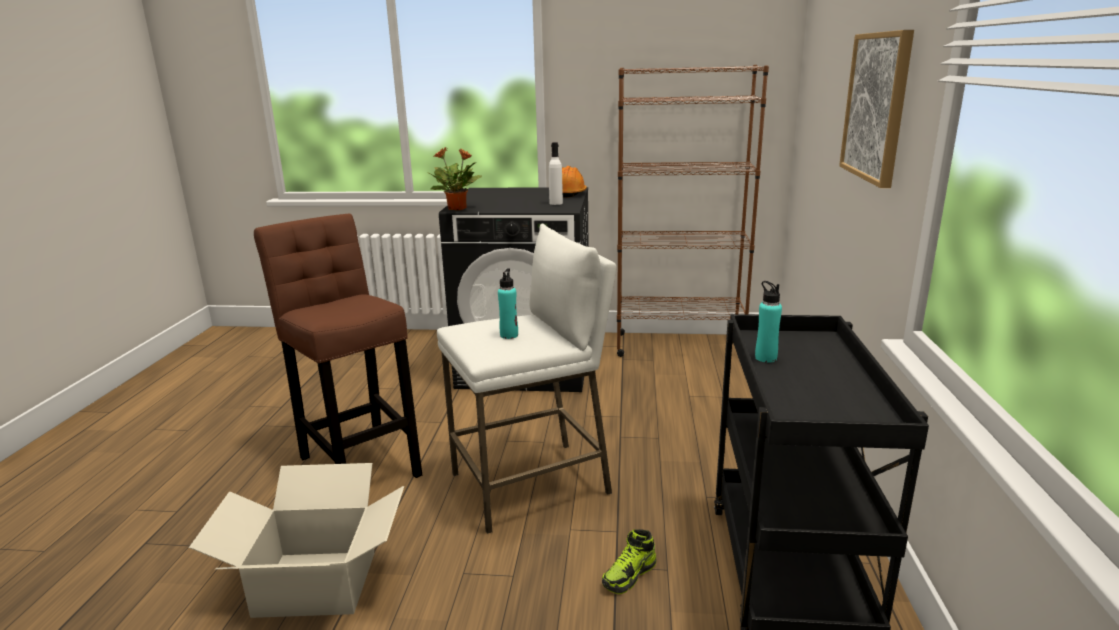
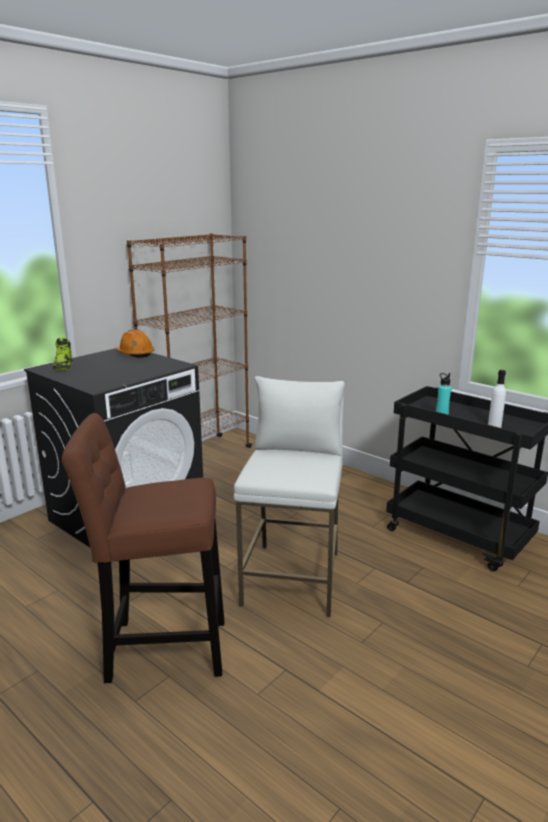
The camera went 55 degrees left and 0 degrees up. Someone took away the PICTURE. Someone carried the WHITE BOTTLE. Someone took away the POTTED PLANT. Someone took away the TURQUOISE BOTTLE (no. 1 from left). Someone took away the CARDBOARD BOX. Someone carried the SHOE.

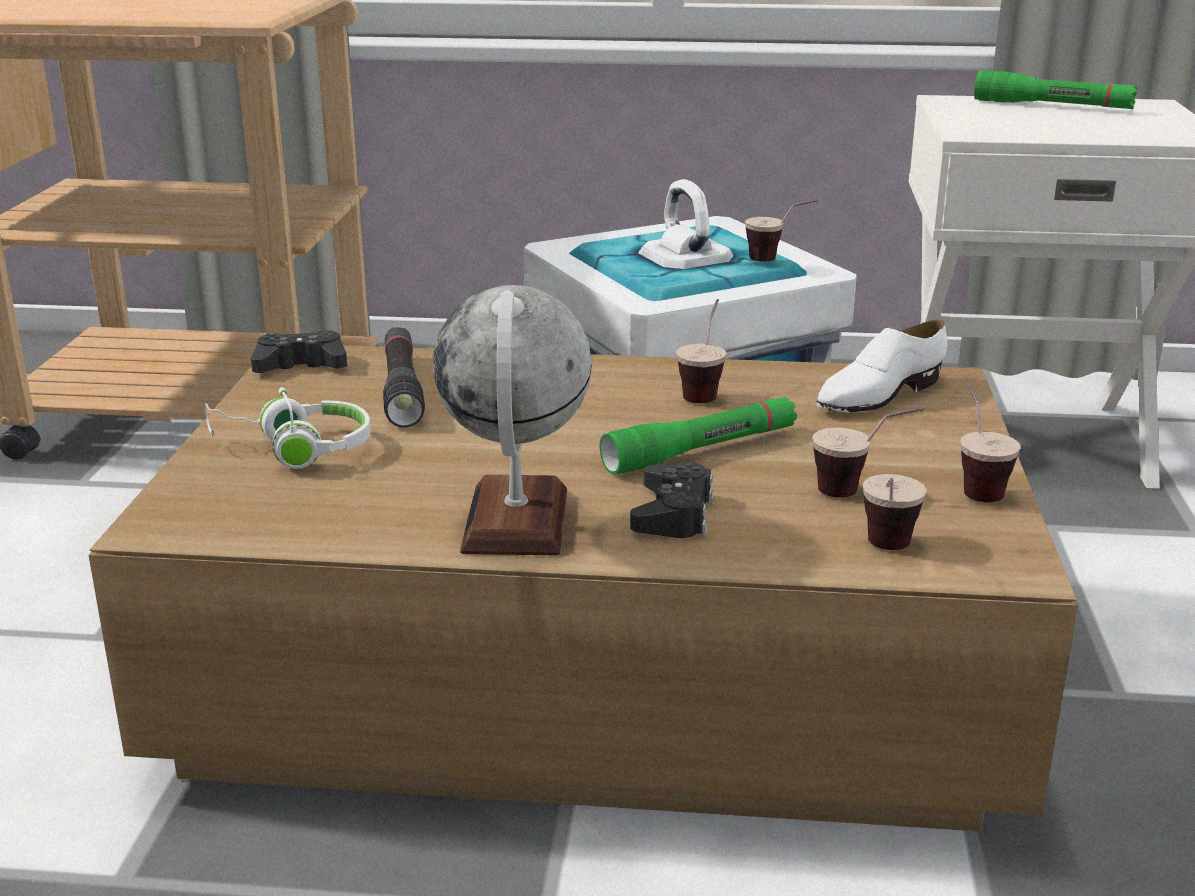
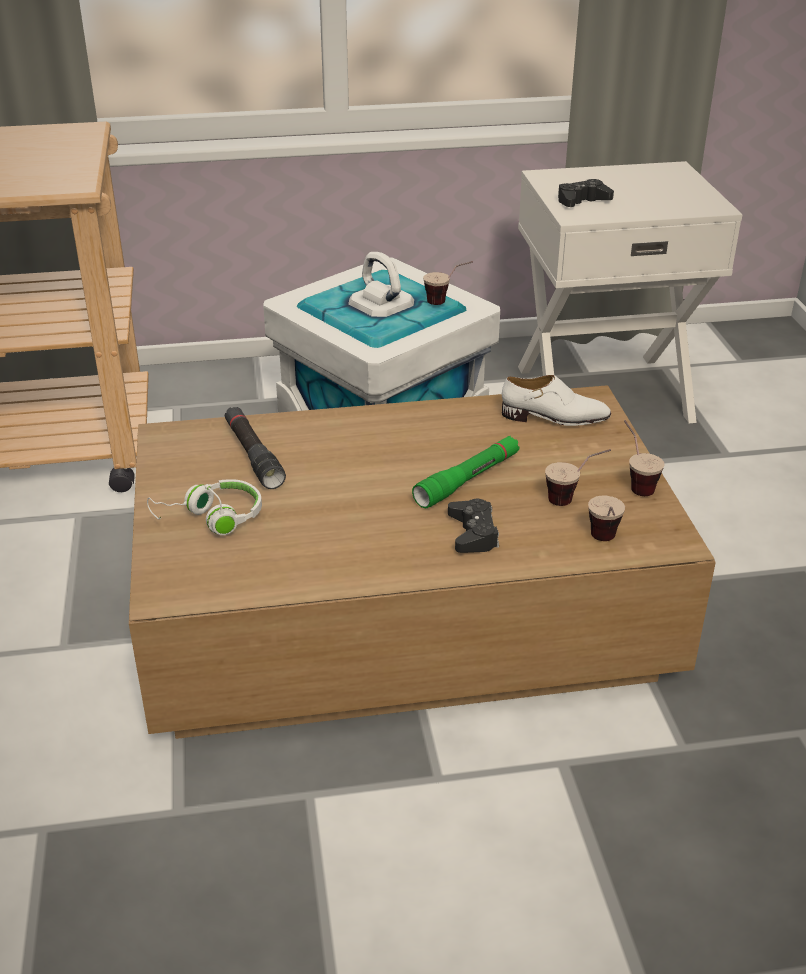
The camera went 15 degrees left and 10 degrees up. Someone took away the GREEN FLASHLIGHT (no. 2 from left). Someone took away the GLOBE. Someone took away the CUP (no. 1 from left). Someone rotated the WHITE SHOE by 120 degrees counterclockwise. Someone carried the BLACK GAME CONTROLLER (no. 1 from left in the first image).

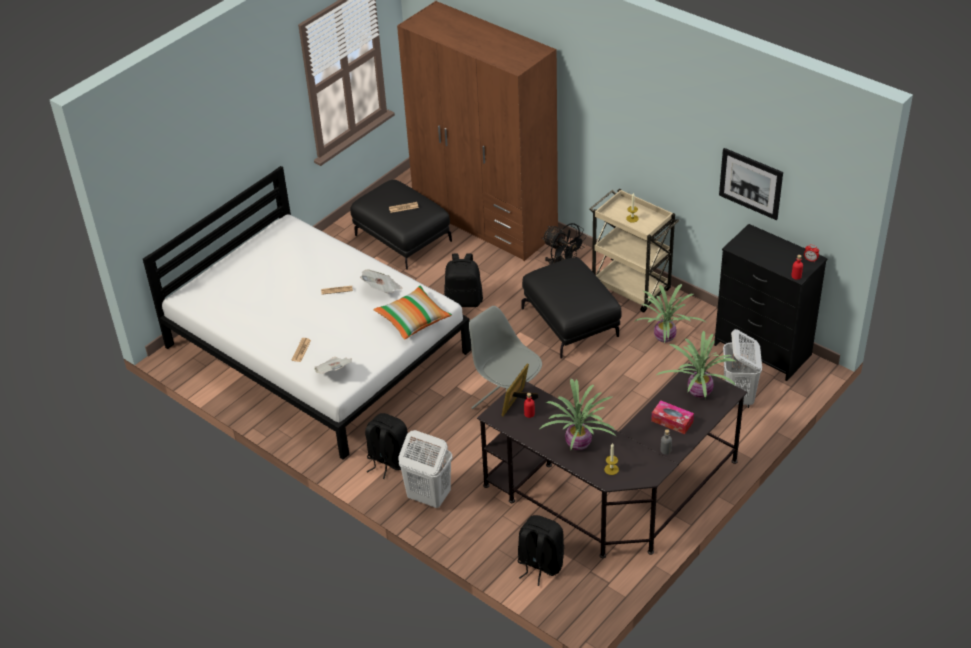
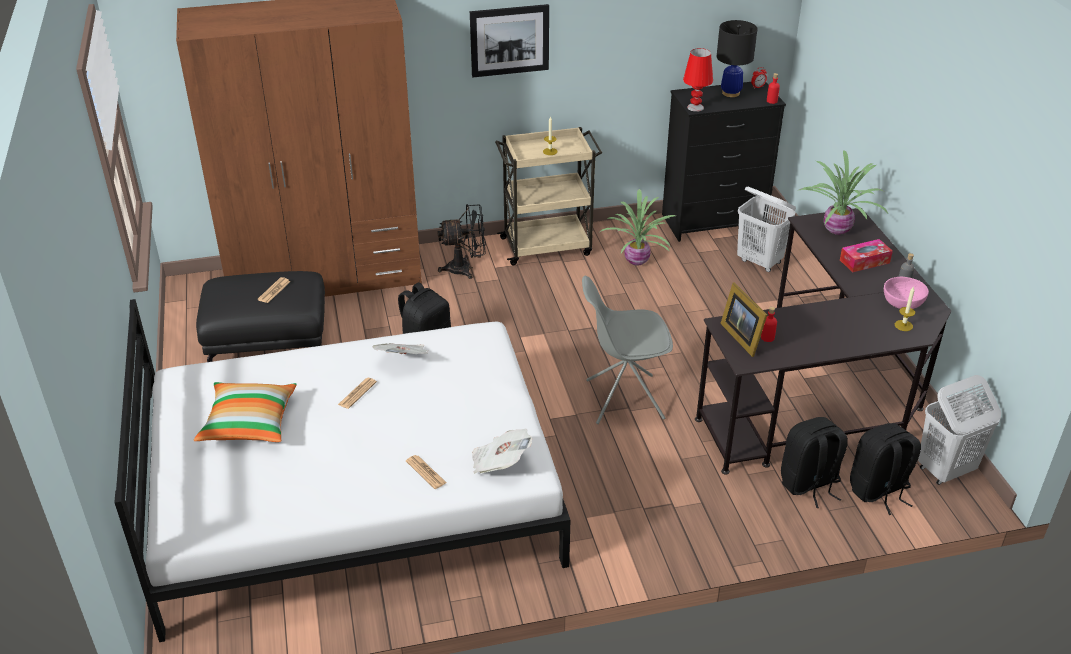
The camera went 55 degrees left and 5 degrees down. Someone carried the PICTURE. Someone took away the BLACK OTTOMAN (no. 2 from left). Someone carried the PILLOW. Someone took away the POTTED PLANT (no. 1 from left). Someone carried the BLACK BACKPACK (no. 1 from left in the first image). Someone carried the WHITE LAUNDRY BASKET (no. 1 from left in the first image). Someone put down the BLACK TABLE LAMP. Someone put down the RED TABLE LAMP. Someone put down the PINK BOWL.

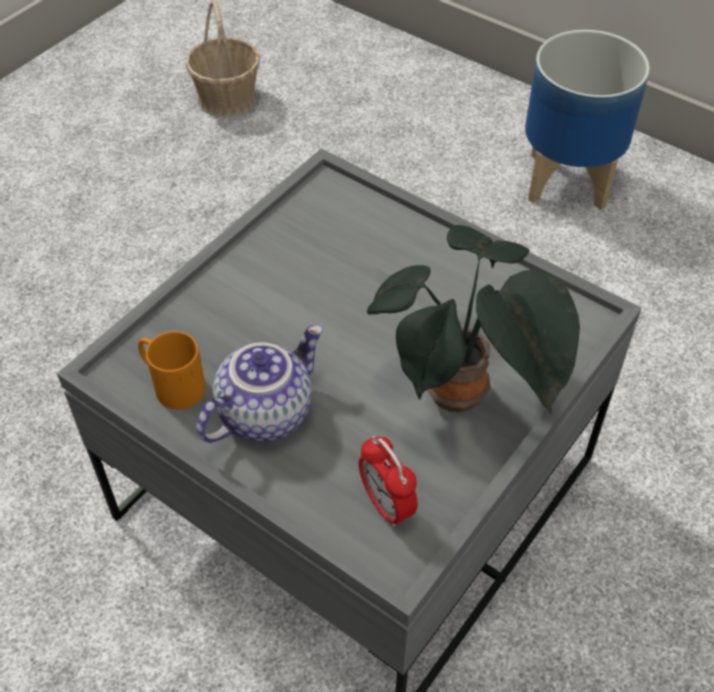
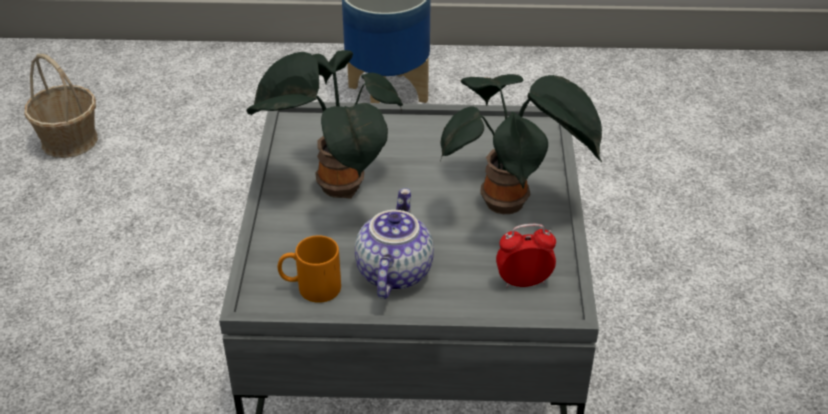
The camera went 35 degrees left and 10 degrees down. Someone rotated the ALARM CLOCK by 150 degrees clockwise. Someone put down the POTTED PLANT (no. 1 from left).

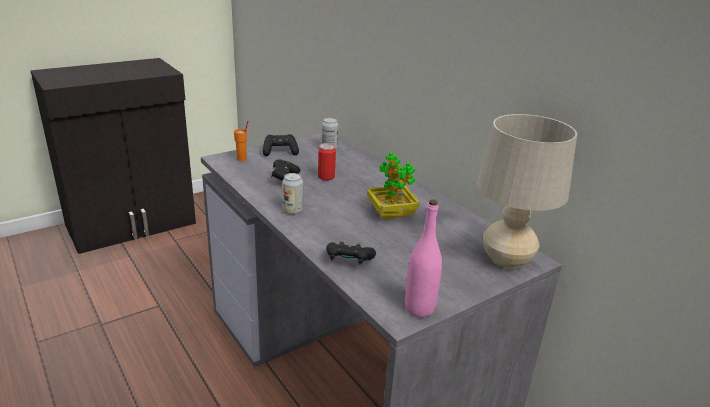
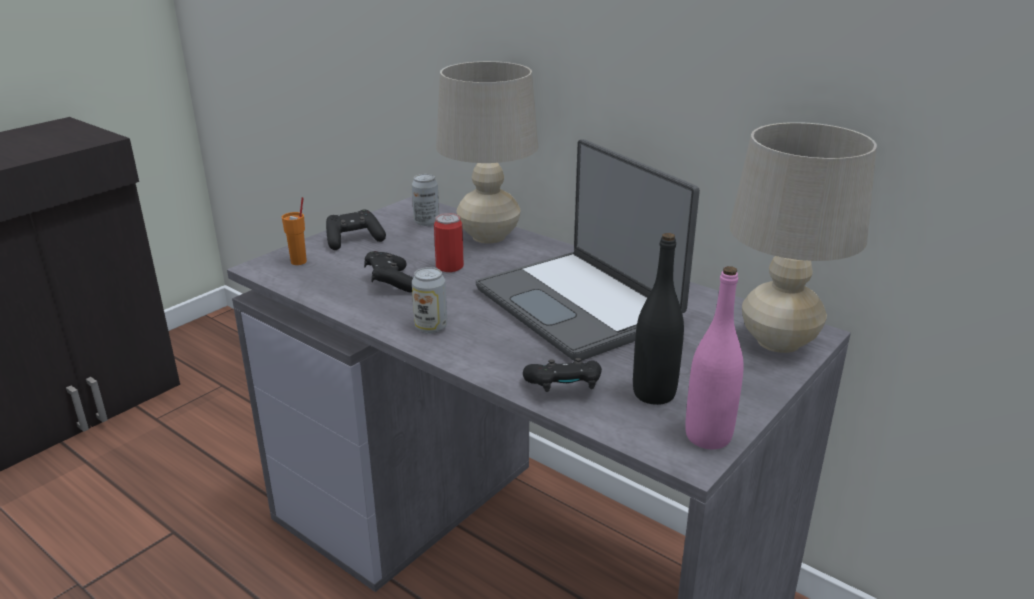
The camera went 15 degrees left and 0 degrees up. Someone swapped the POTTED PLANT for the LAPTOP. Someone put down the BEIGE TABLE LAMP (no. 1 from left). Someone put down the BLACK BOTTLE.

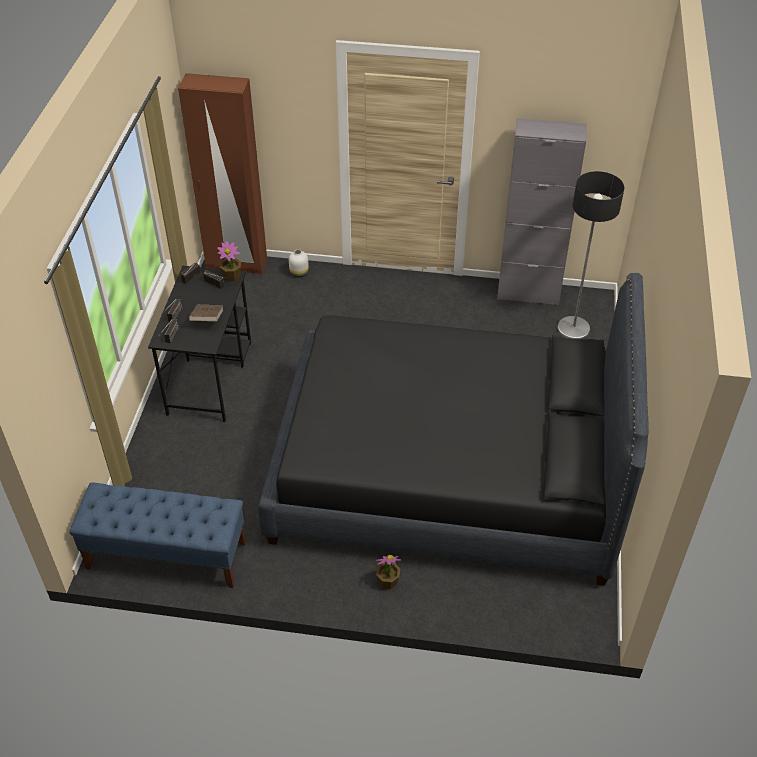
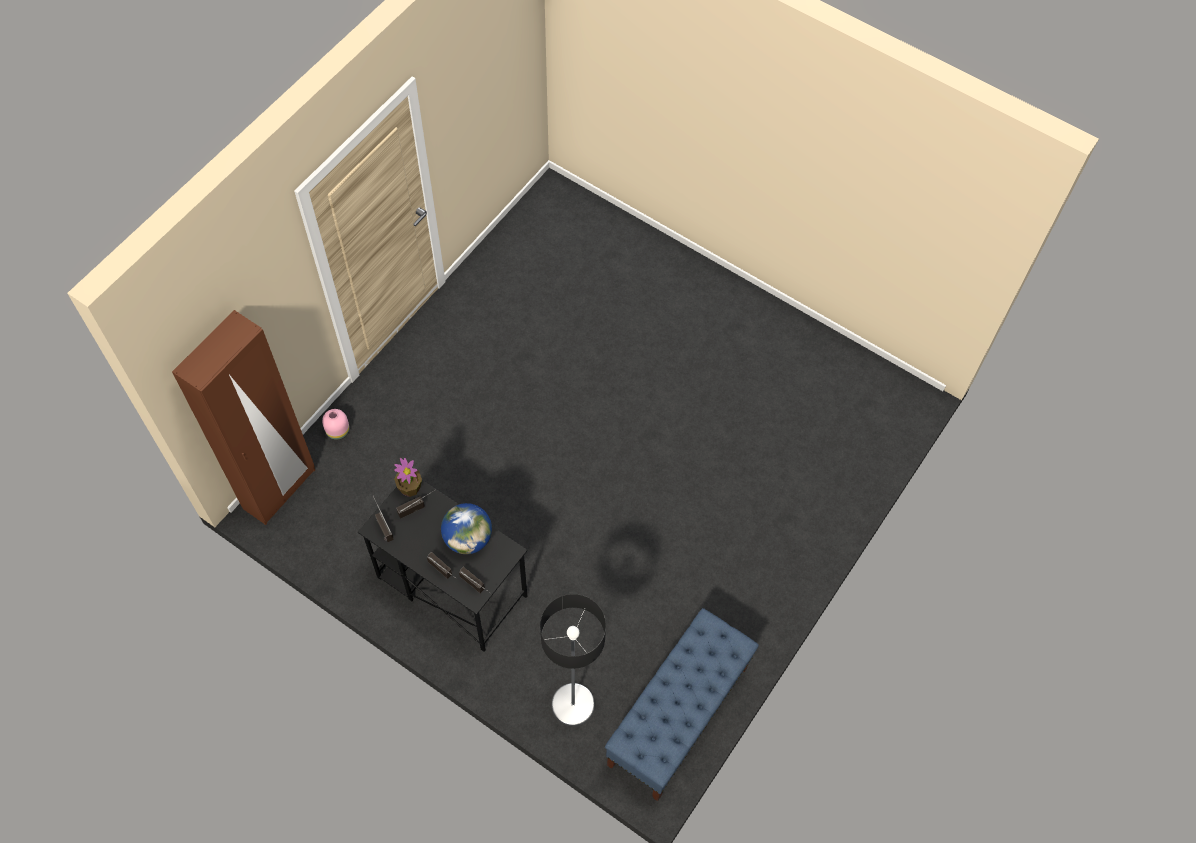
The camera went 65 degrees left and 15 degrees up. Someone took away the GREY CABINET. Someone carried the FLOOR LAMP. Someone repainted the WHITE VASE, which became the PINK VASE. Someone took away the BLACK BED. Someone swapped the BROWN BOOK for the GLOBE. Someone took away the POTTED PLANT (no. 2 from left).

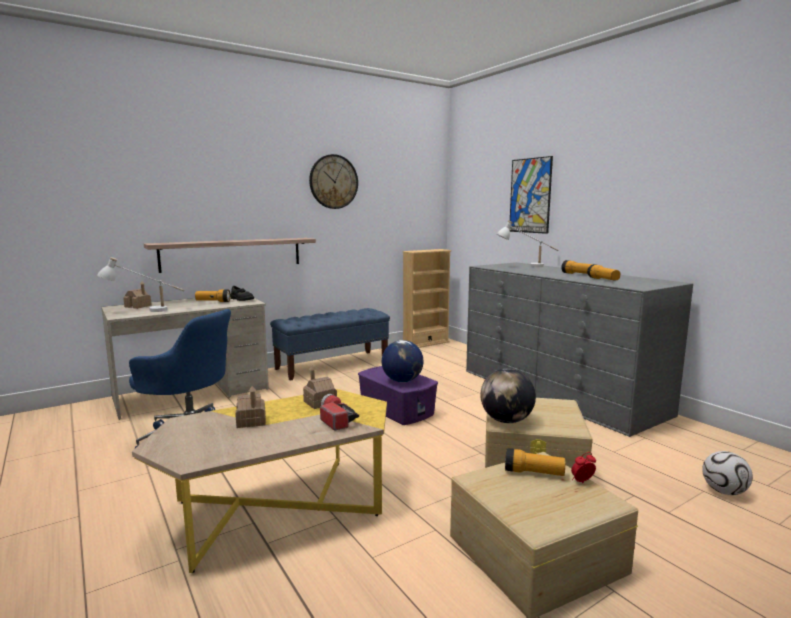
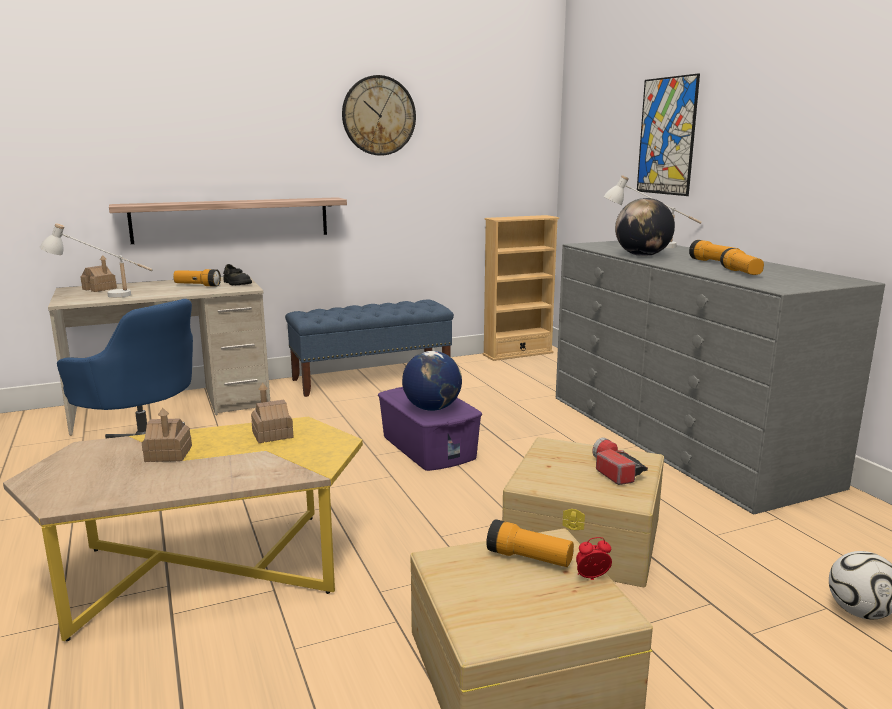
The camera went 10 degrees right and 5 degrees up. Someone carried the GLOBE (no. 2 from left). Someone carried the FLASHLIGHT (no. 2 from left in the first image).

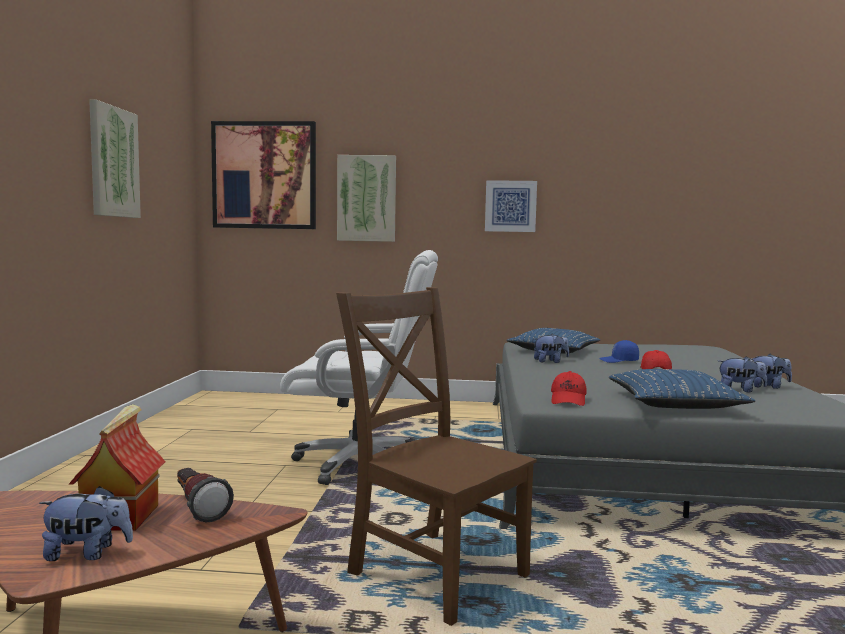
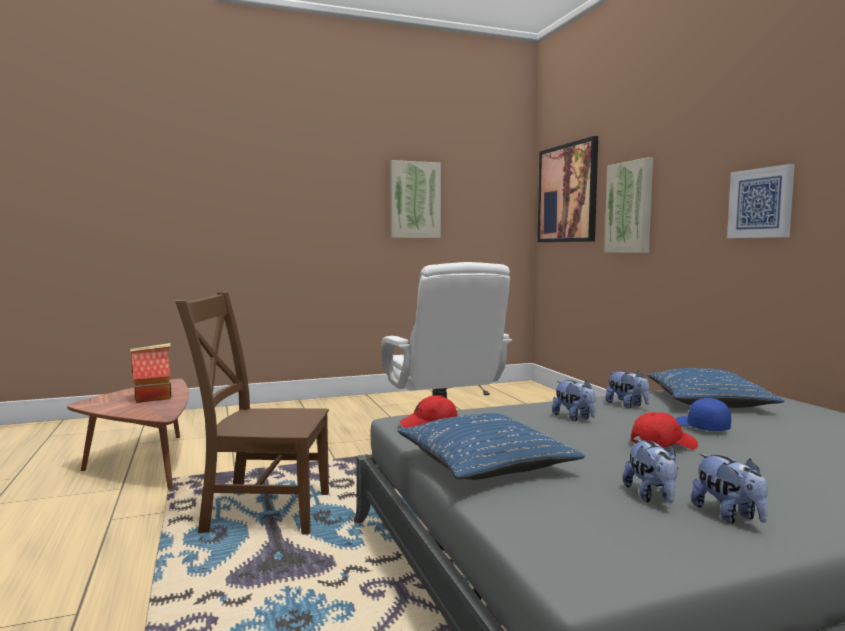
The camera went 65 degrees right and 0 degrees up. Someone rotated the BROWN CHAIR by 105 degrees counterclockwise. Someone took away the FLASHLIGHT. Someone carried the PLUSH TOY (no. 1 from left).

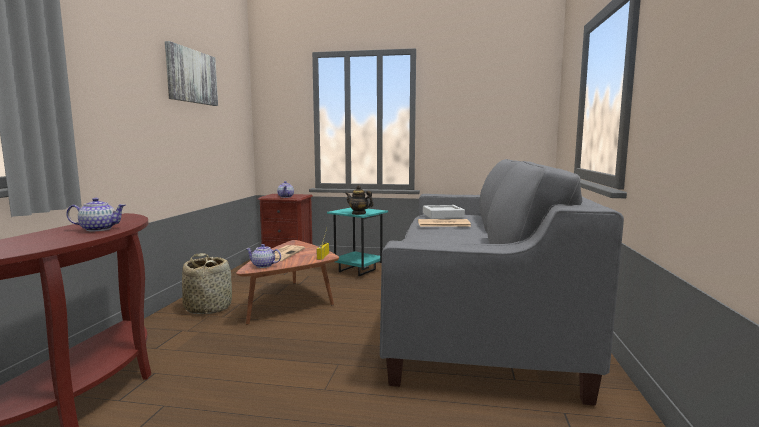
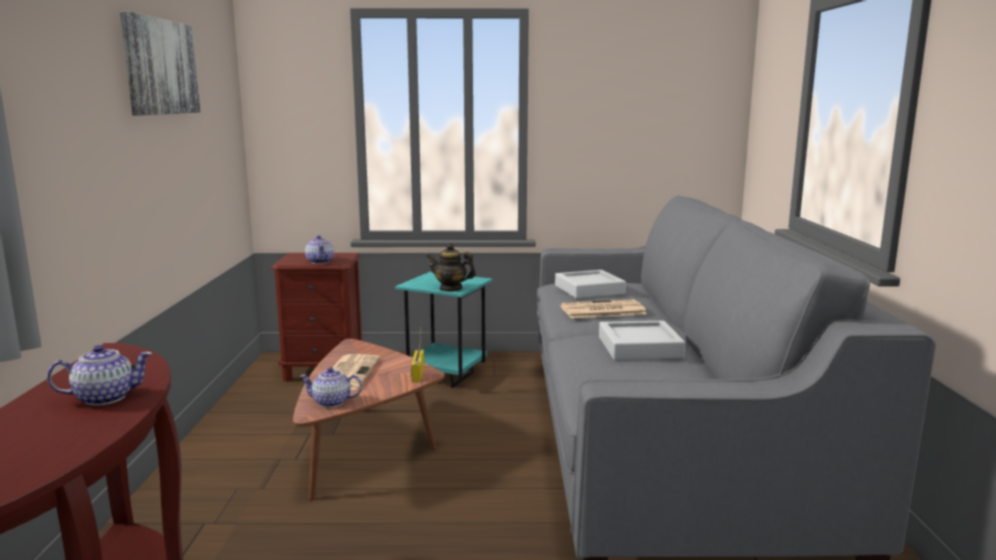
The camera went 10 degrees left and 5 degrees up. Someone took away the BASKET. Someone put down the GREY TRAY (no. 2 from left).

